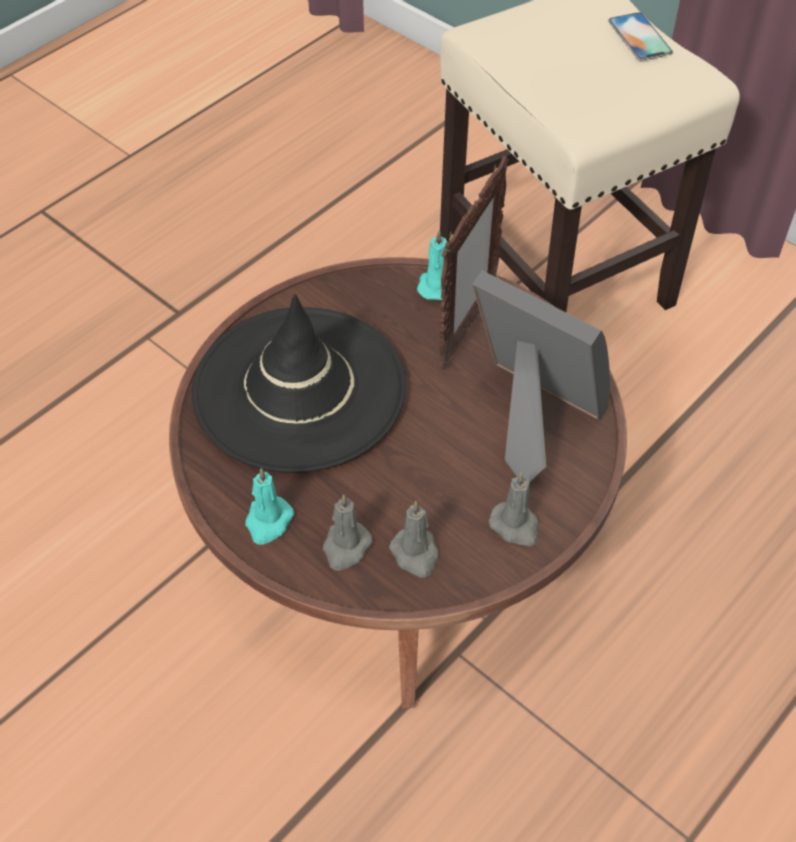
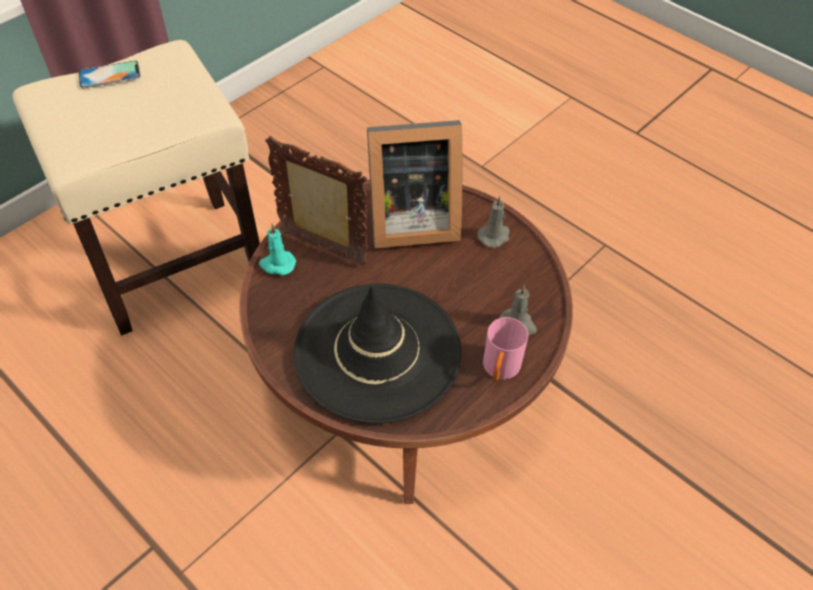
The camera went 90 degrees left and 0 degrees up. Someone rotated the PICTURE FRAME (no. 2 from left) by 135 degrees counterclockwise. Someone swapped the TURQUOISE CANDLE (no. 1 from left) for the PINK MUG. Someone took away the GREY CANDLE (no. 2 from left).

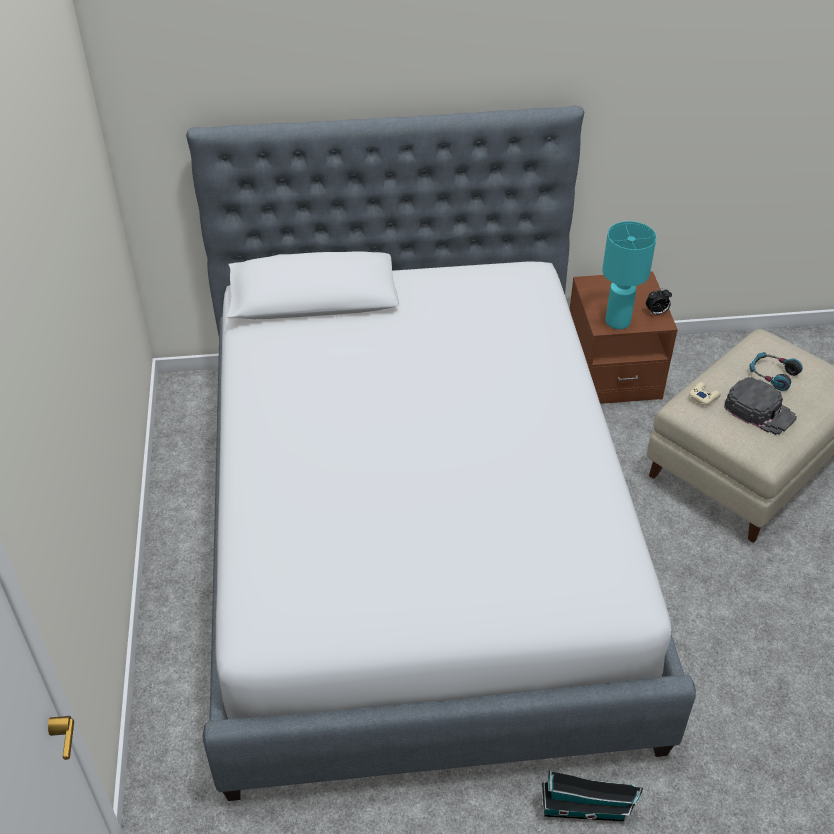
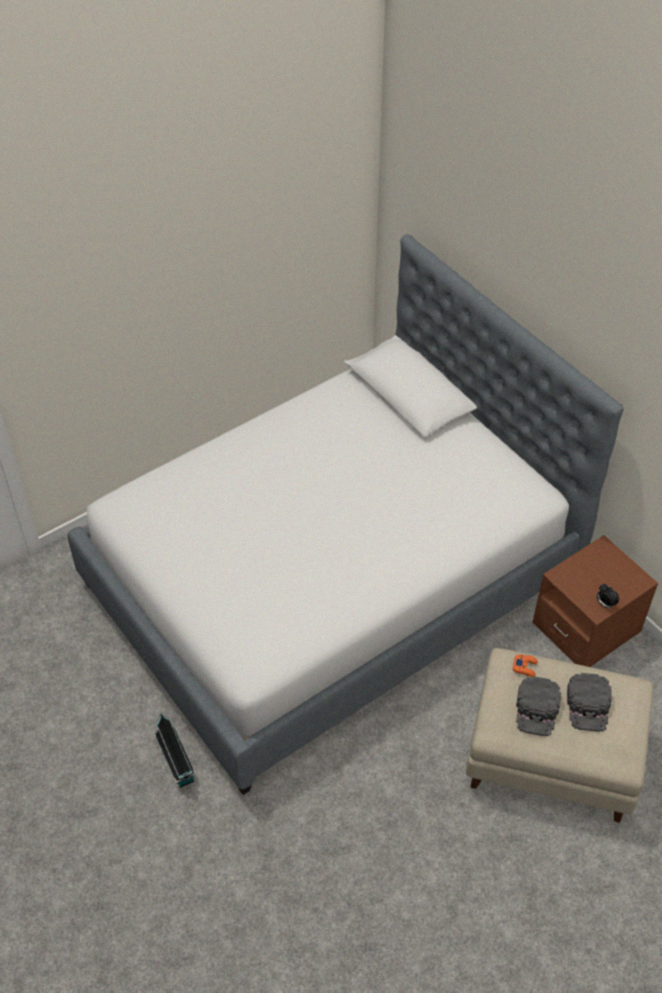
The camera went 60 degrees right and 5 degrees up. Someone took away the TURQUOISE TABLE LAMP. Someone swapped the HEADPHONES for the BLACK CAP (no. 2 from left). Someone repainted the BEIGE GAME CONTROLLER, which became the ORANGE GAME CONTROLLER.

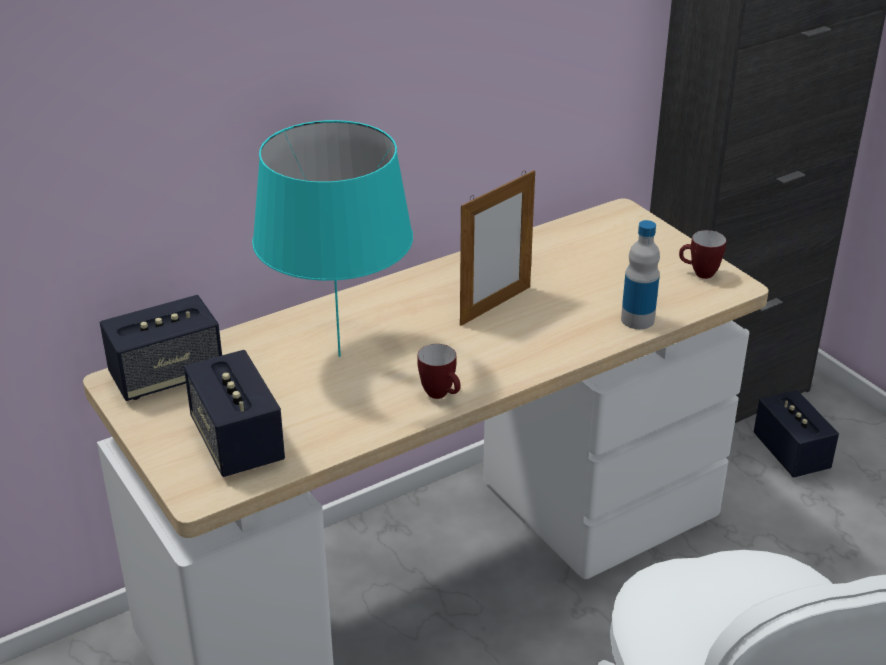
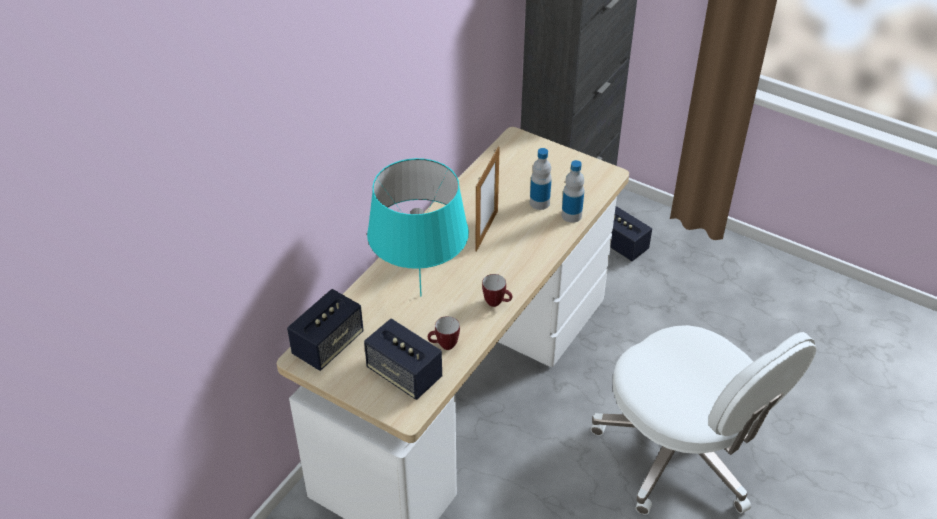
The camera went 25 degrees left and 10 degrees up. Someone carried the MUG (no. 2 from left in the first image). Someone put down the BOTTLE (no. 1 from left).

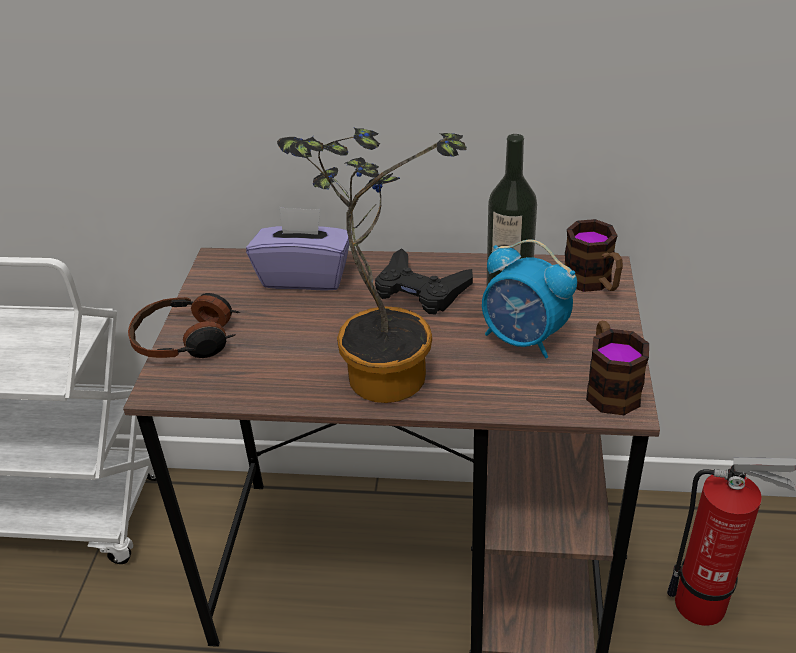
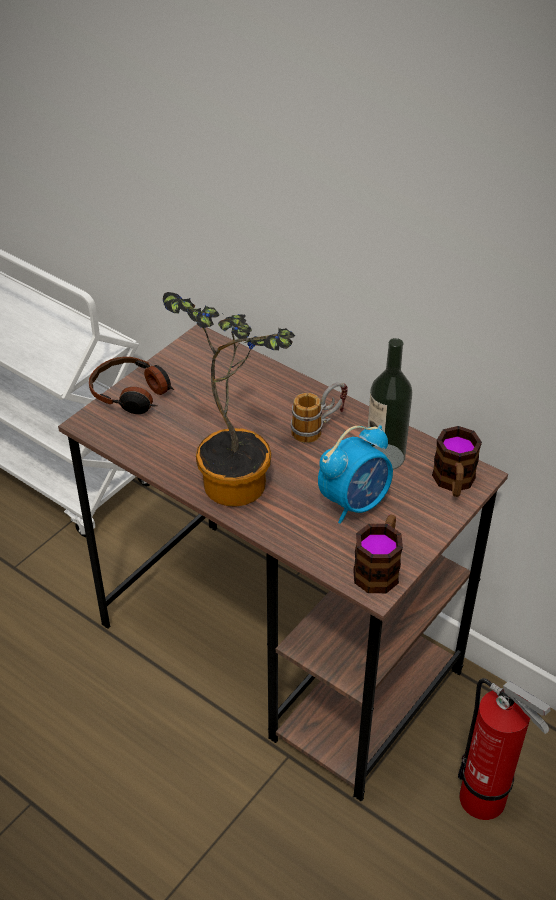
The camera went 30 degrees right and 5 degrees up. Someone took away the PURPLE TISSUE BOX. Someone rotated the ALARM CLOCK by 105 degrees counterclockwise. Someone swapped the BLACK GAME CONTROLLER for the MUG (no. 1 from left).

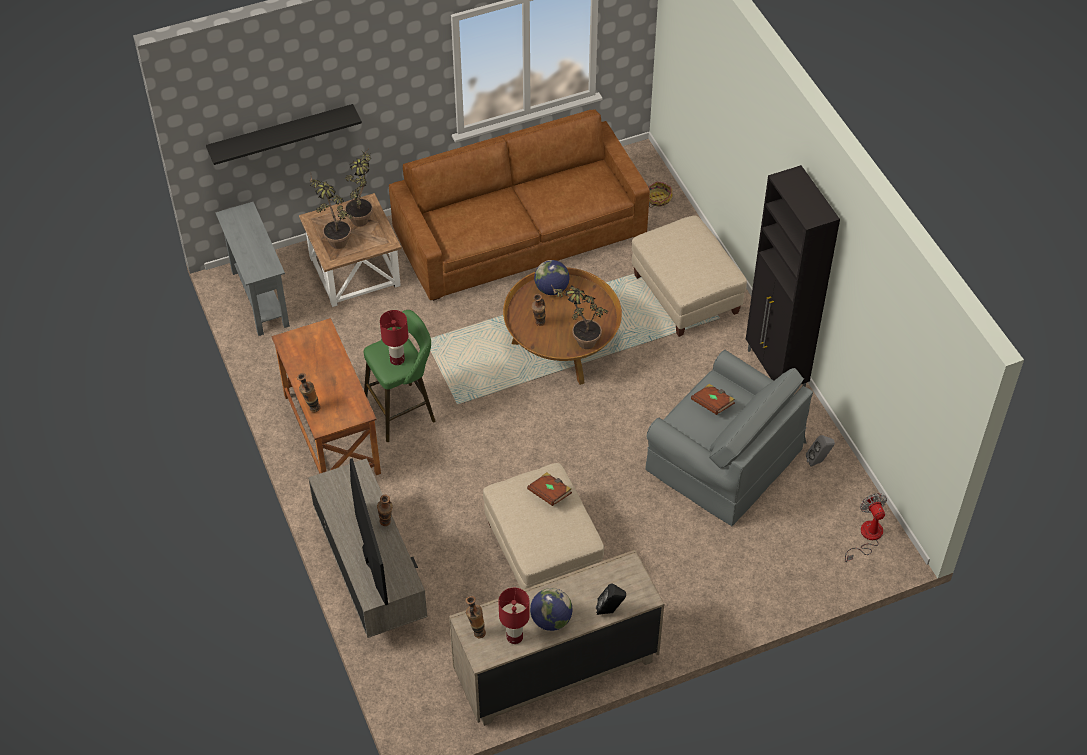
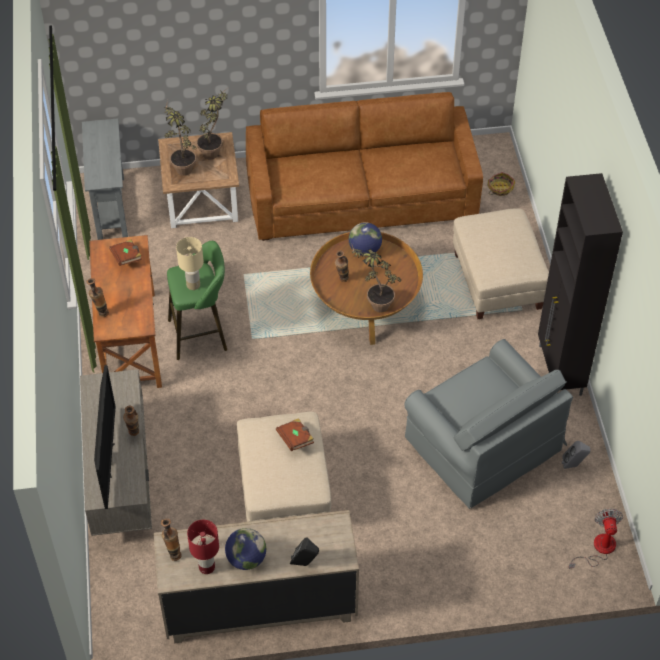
The camera went 15 degrees right and 0 degrees up. Someone took away the BLACK SHELF. Someone repainted the RED TABLE LAMP (no. 1 from left), which became the BEIGE TABLE LAMP. Someone carried the BROWN BOOK (no. 2 from left in the first image).

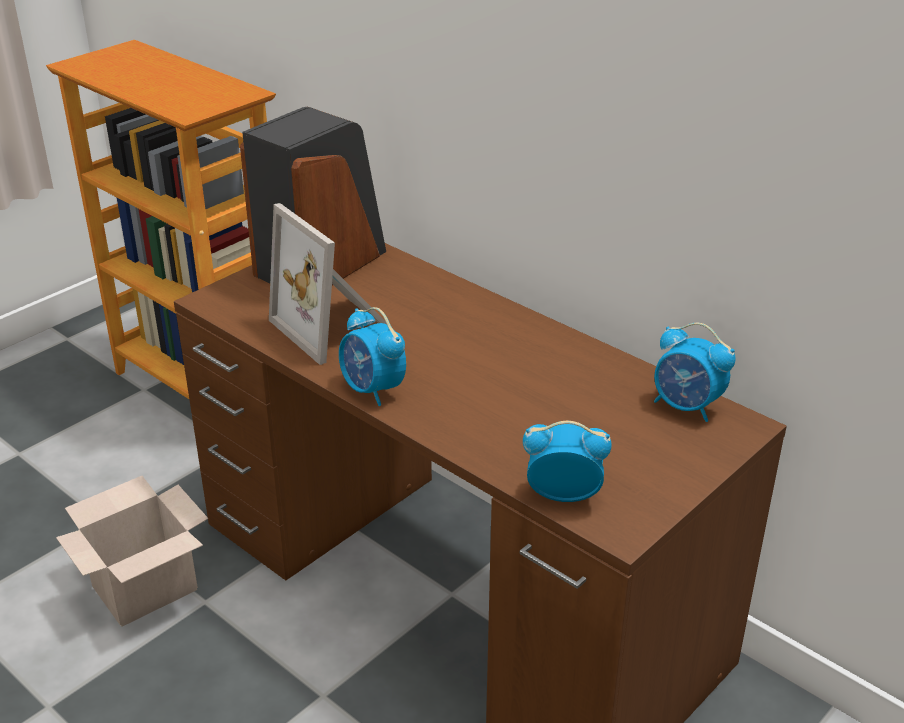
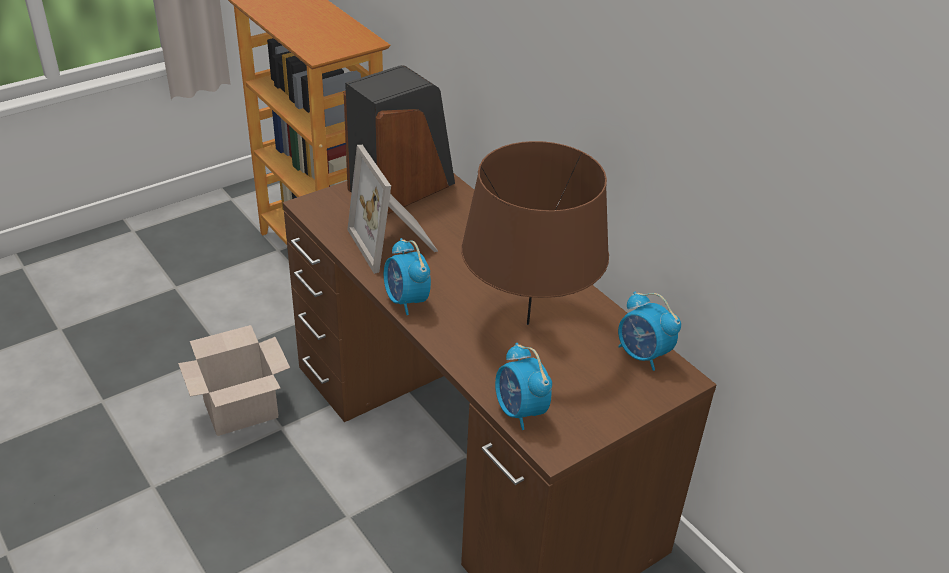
The camera went 10 degrees right and 5 degrees up. Someone rotated the ALARM CLOCK (no. 2 from left) by 135 degrees counterclockwise. Someone put down the BROWN TABLE LAMP.

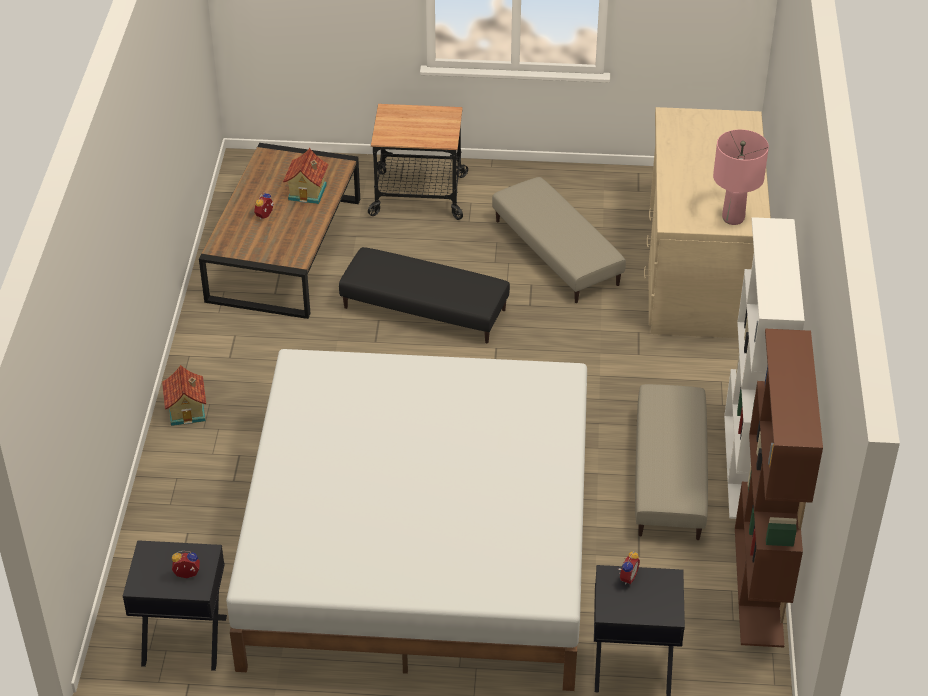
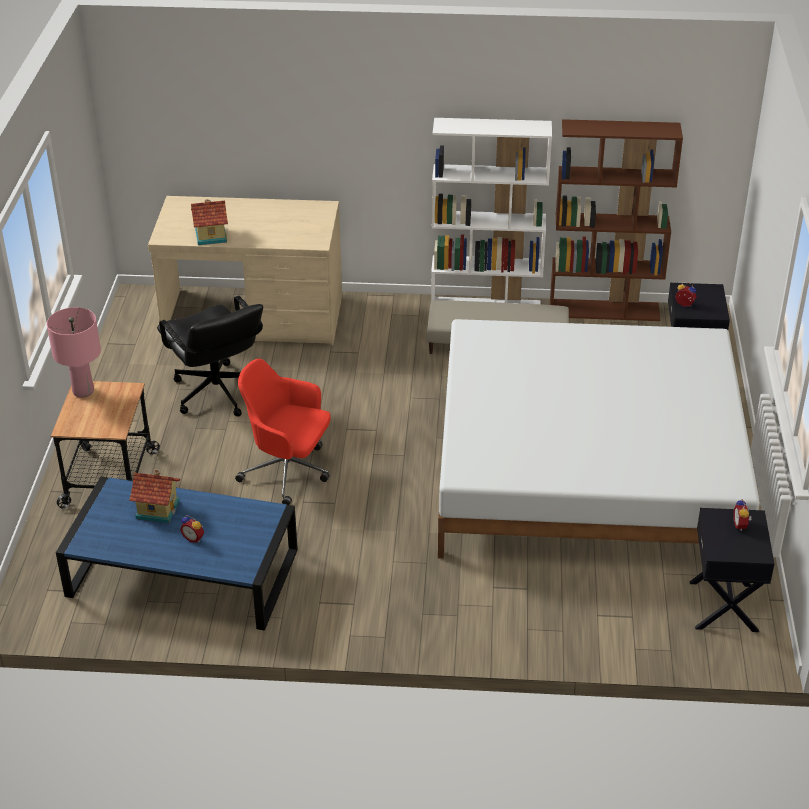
The camera went 90 degrees left and 5 degrees down. Someone carried the PINK TABLE LAMP. Someone repainted the BROWN COFFEE TABLE, which became the BLUE COFFEE TABLE. Someone swapped the BEIGE OTTOMAN (no. 1 from left) for the BLACK OFFICE CHAIR. Someone swapped the BLACK OTTOMAN for the RED OFFICE CHAIR. Someone carried the TOY HOUSE (no. 1 from left in the first image).

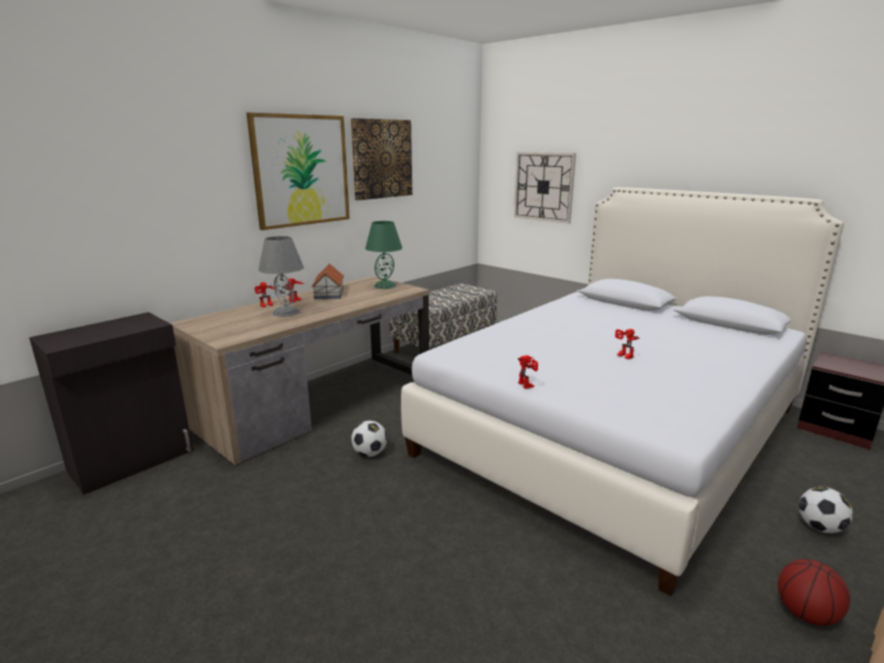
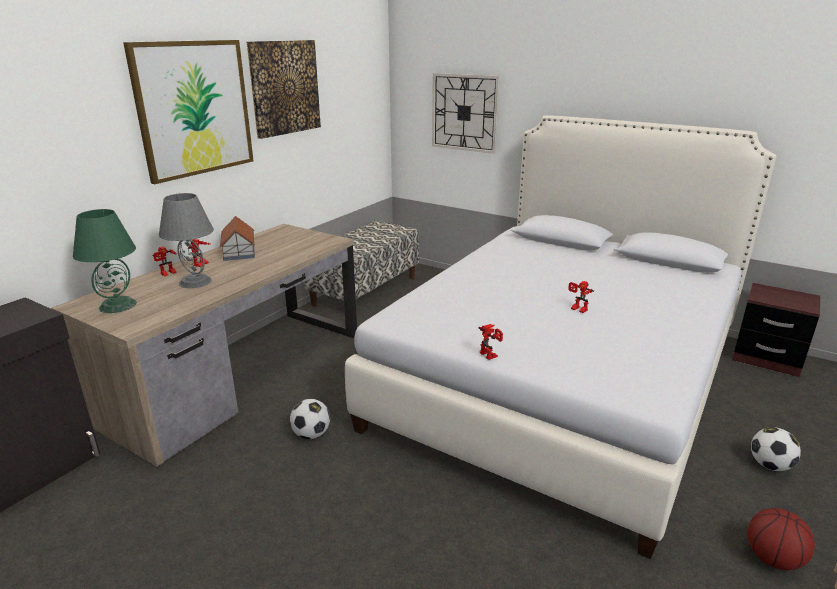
The camera went 10 degrees left and 5 degrees up. Someone carried the GREEN TABLE LAMP.

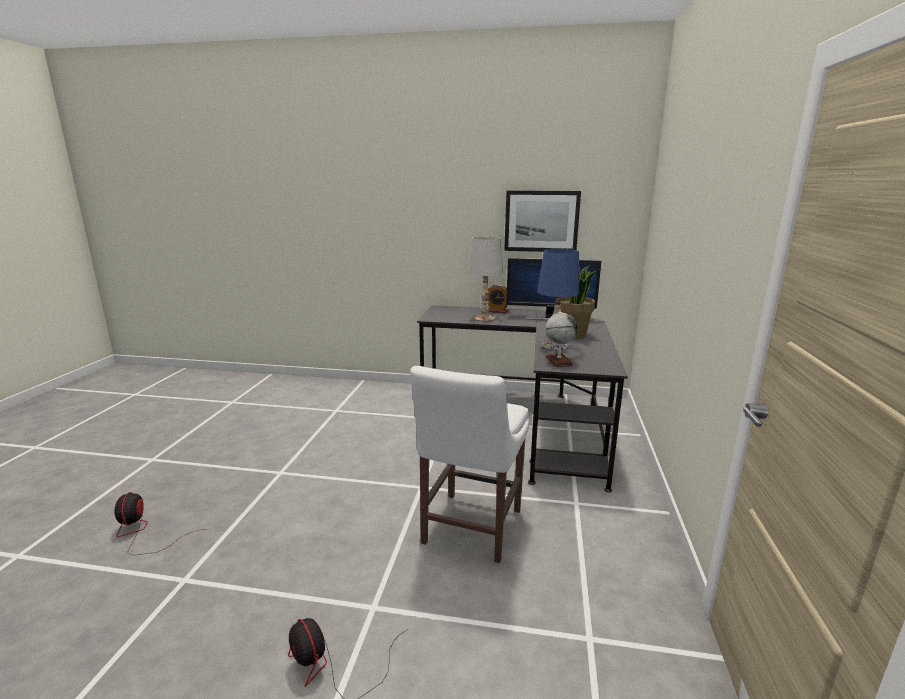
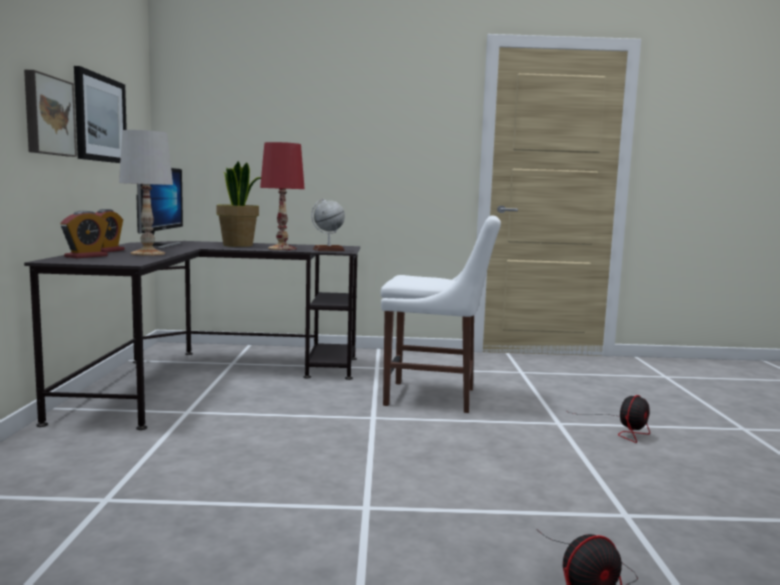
The camera went 100 degrees left and 10 degrees down. Someone repainted the BLUE TABLE LAMP, which became the RED TABLE LAMP. Someone put up the PICTURE (no. 1 from left). Someone put down the ALARM CLOCK (no. 1 from left).

